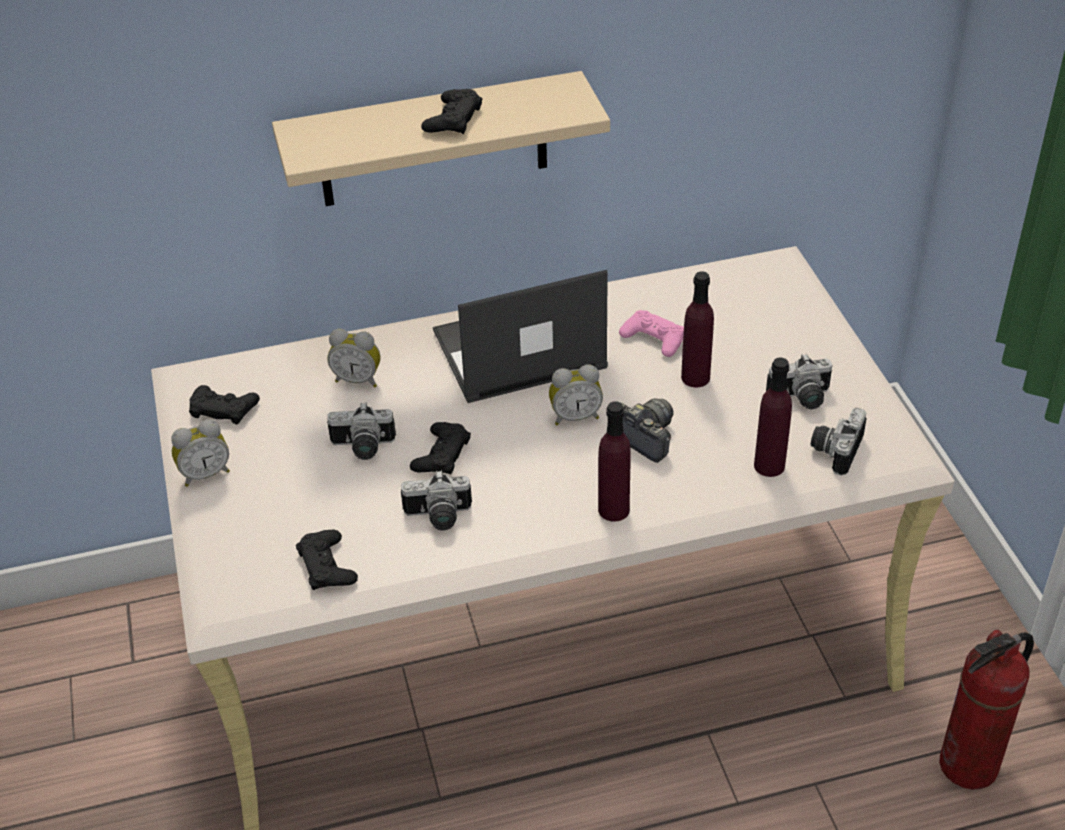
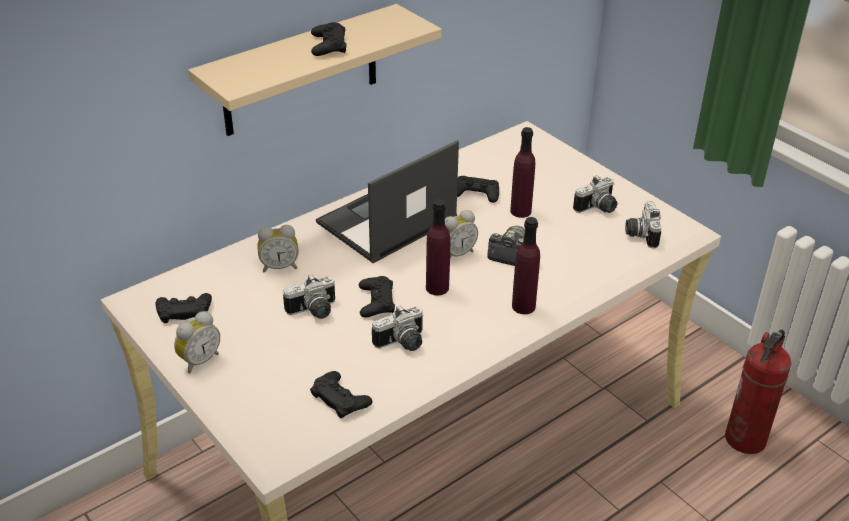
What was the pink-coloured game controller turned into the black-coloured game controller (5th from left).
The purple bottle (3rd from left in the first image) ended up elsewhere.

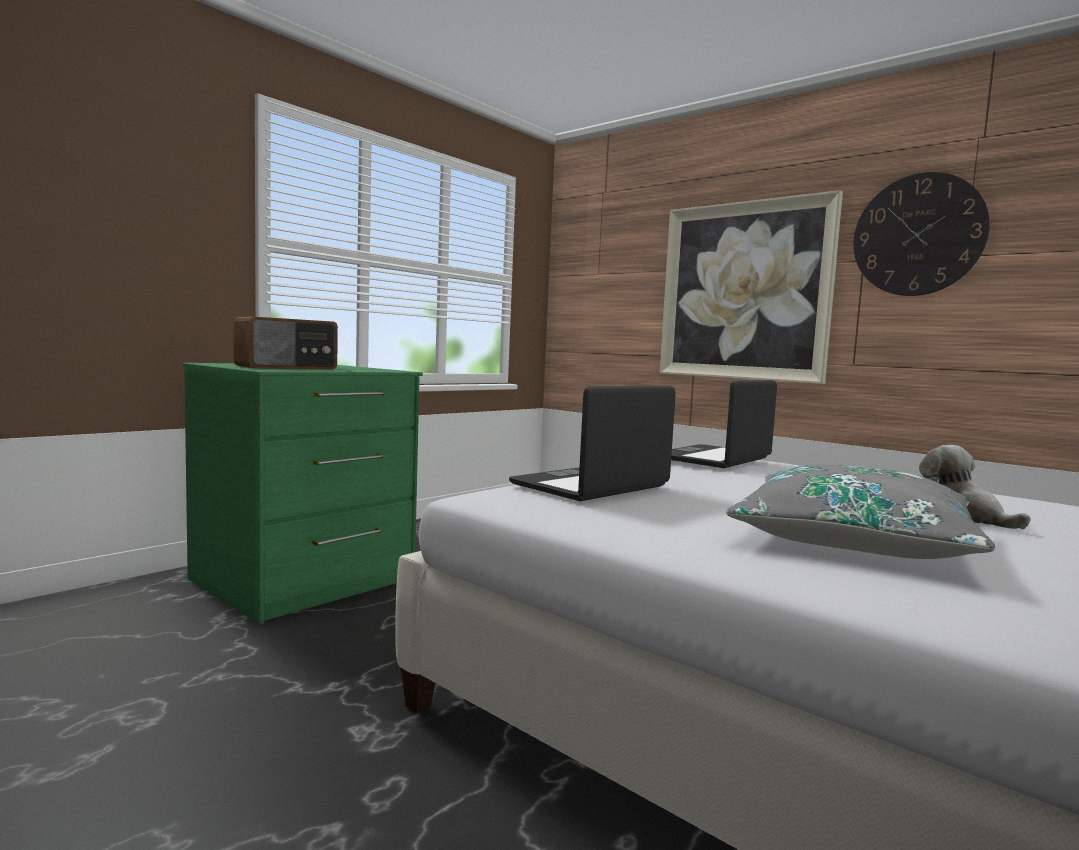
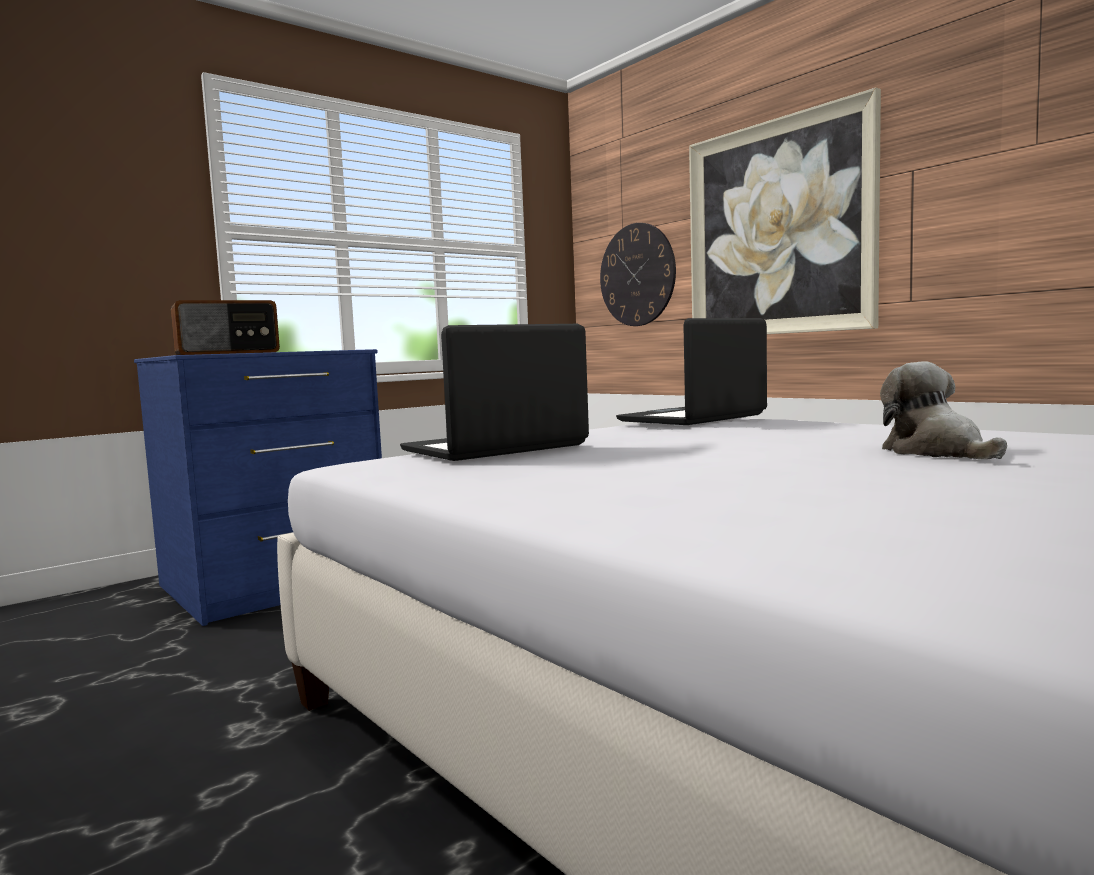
What was the greenish dresser turned into the blue dresser.
The second view lost the gray cushion.
The hanging clock ended up elsewhere.

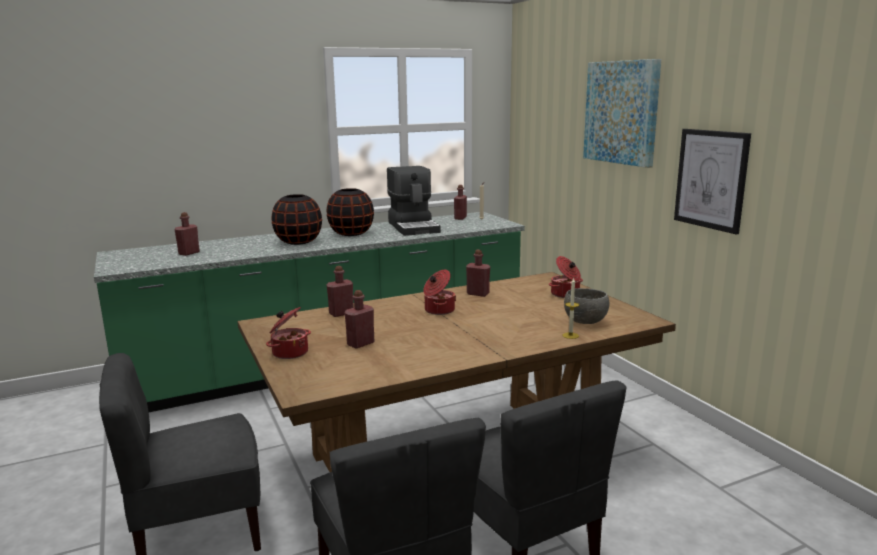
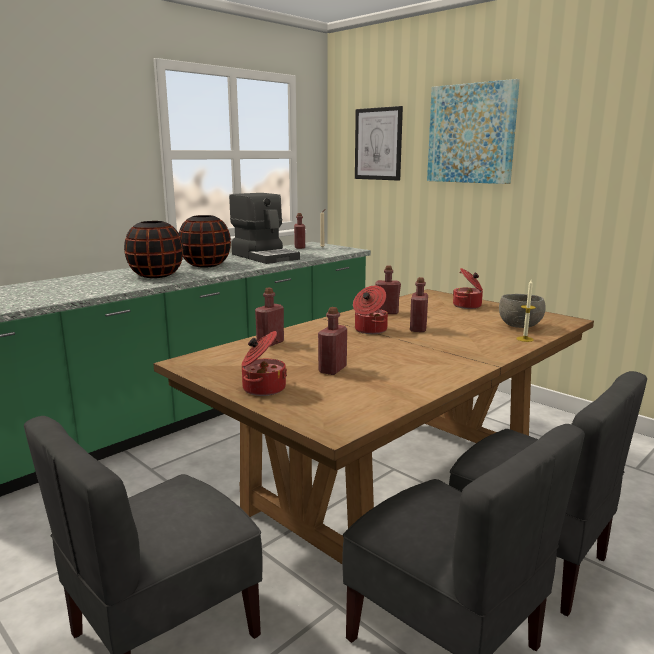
The red bottle (1st from left in the first image) ended up elsewhere.
The wall art (2nd from left in the first image) ended up elsewhere.

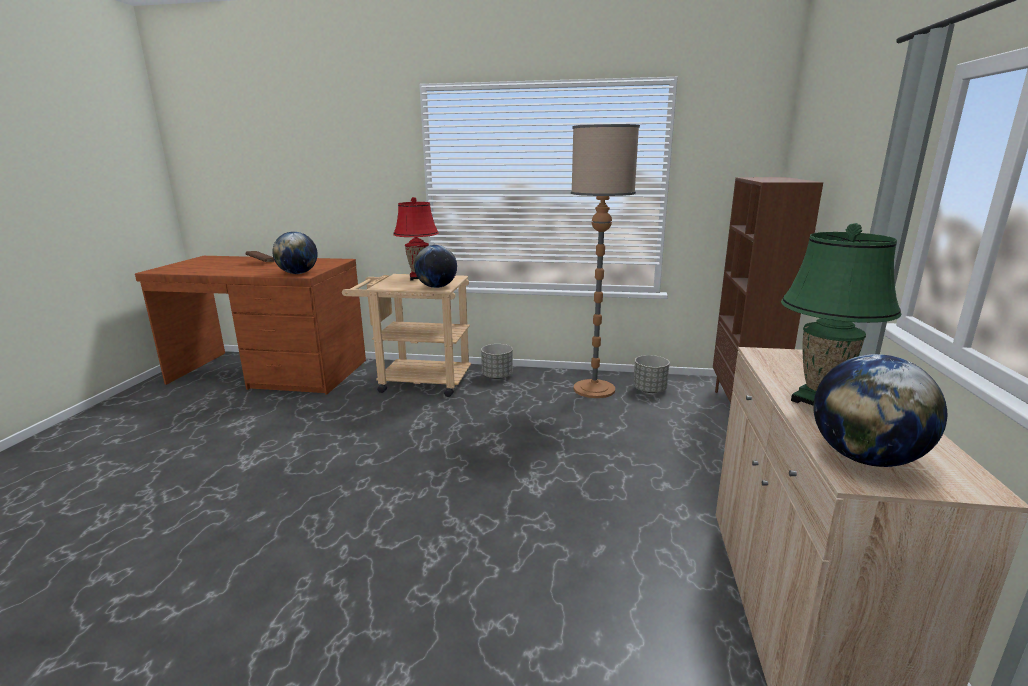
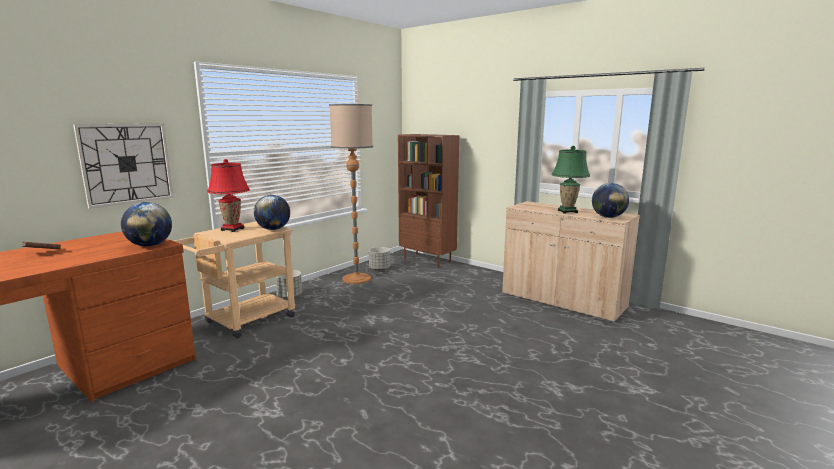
The second view gained the hanging clock.

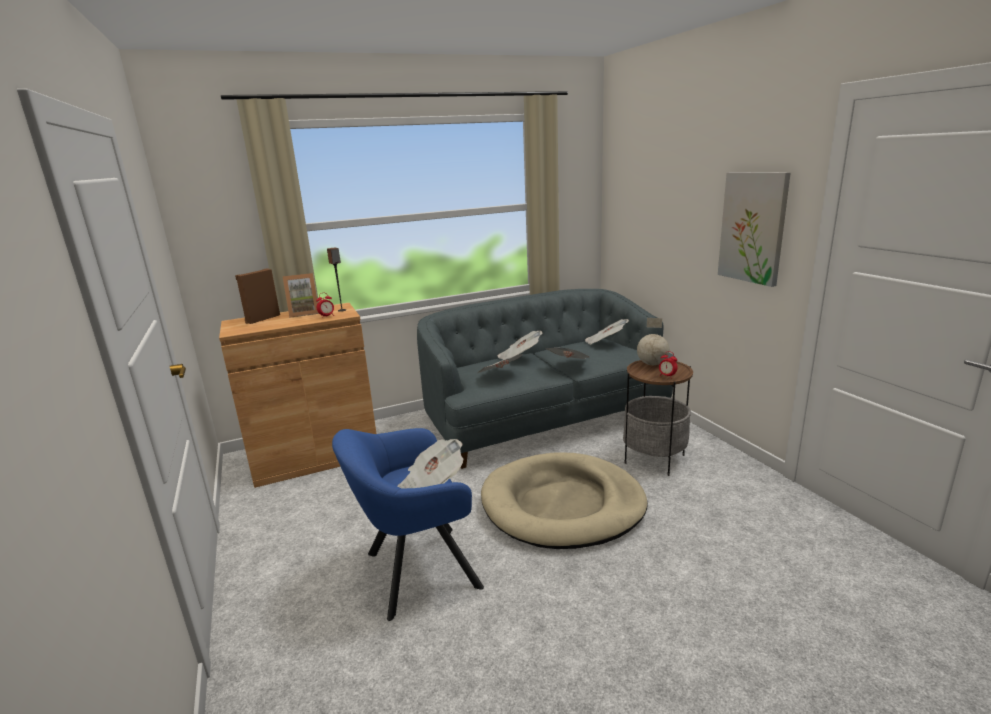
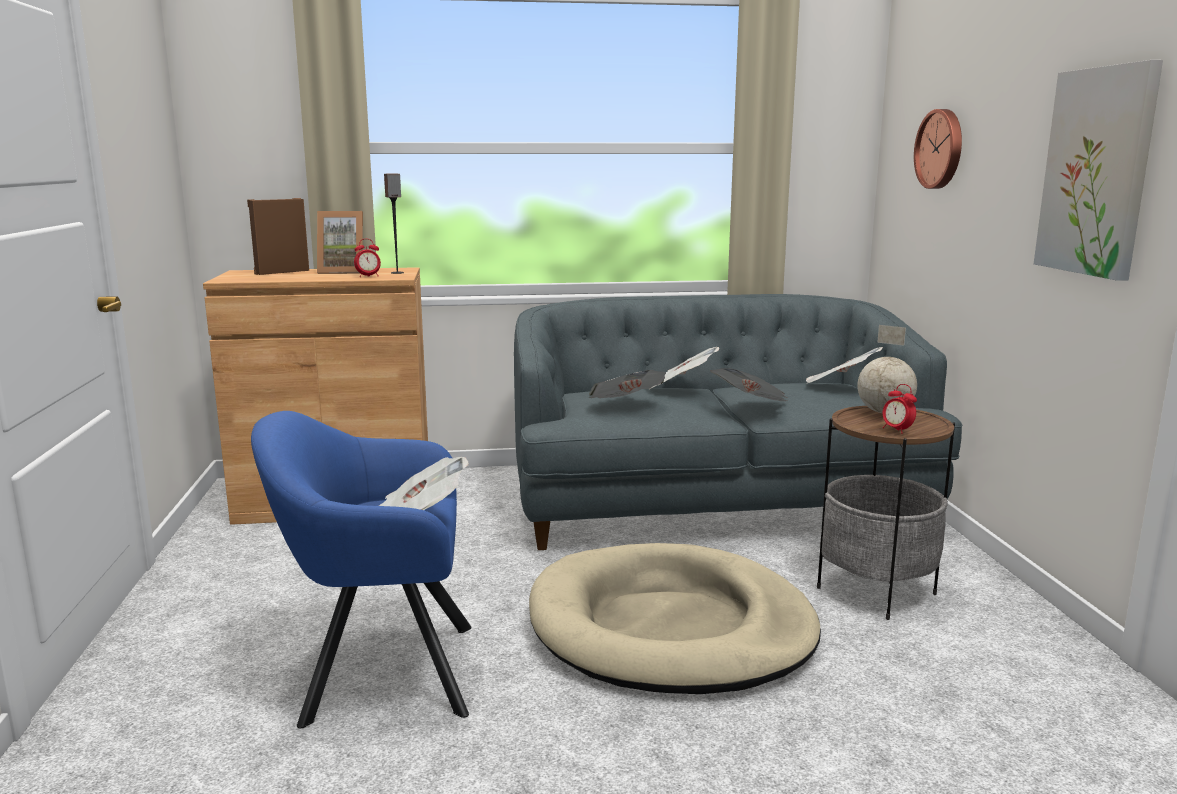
The second view gained the hanging clock.

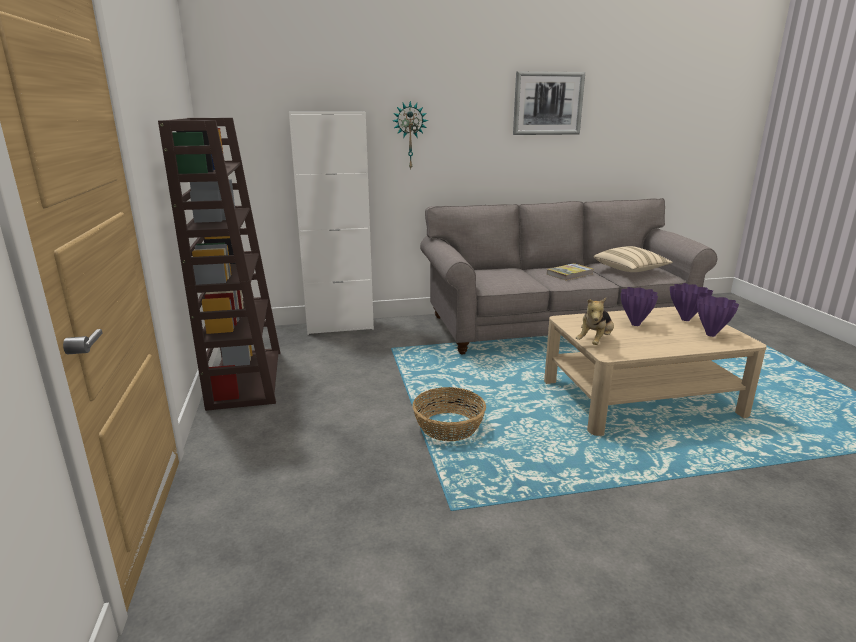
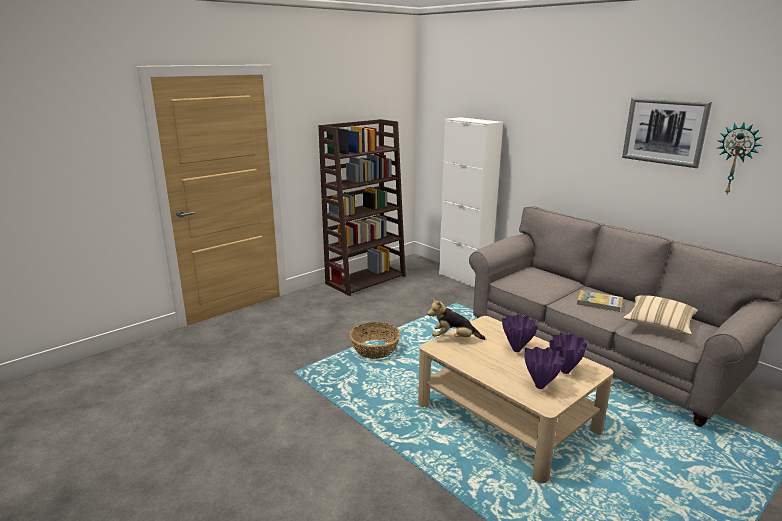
The hanging clock ended up elsewhere.

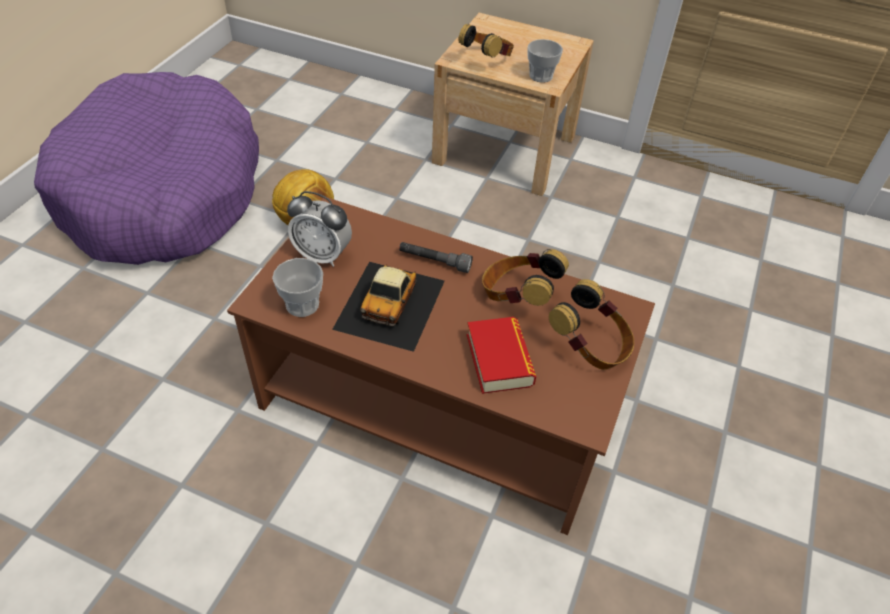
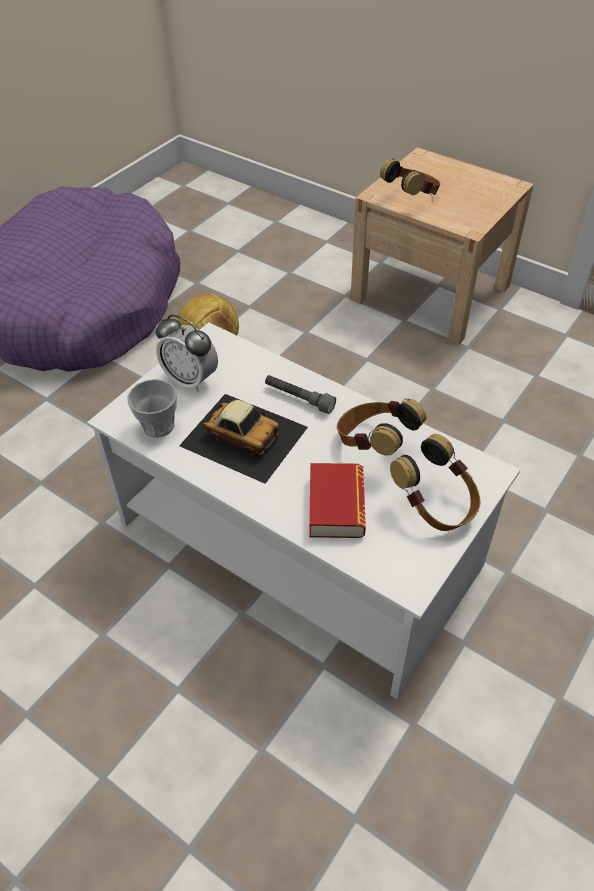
What was the brownish low table turned into the white-coloured low table.
The miniature car ended up facing another way, 90 degrees counterclockwise from before.
The second view lost the small cup (2nd from left).

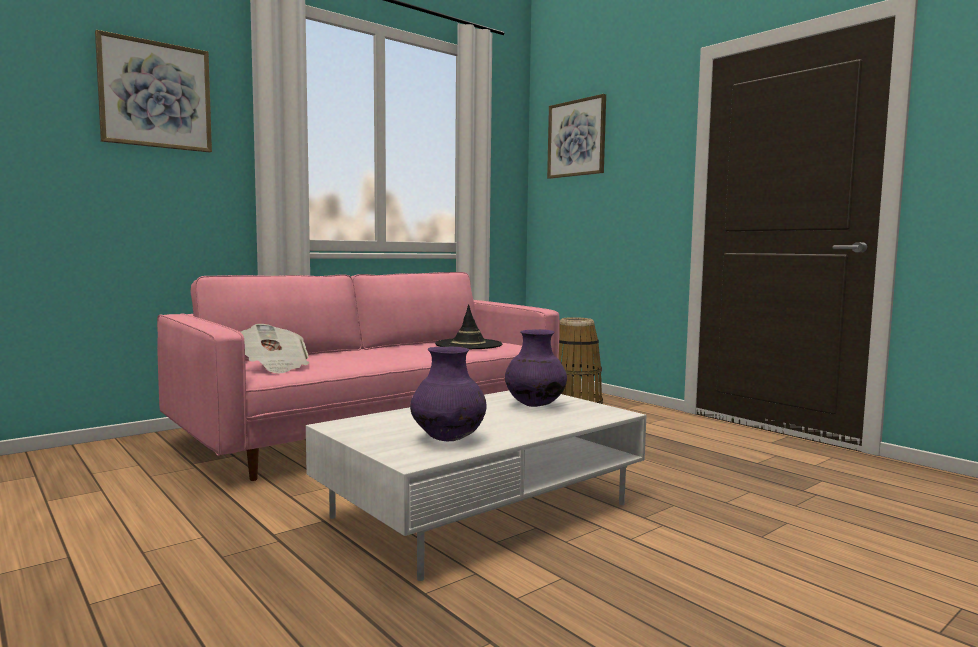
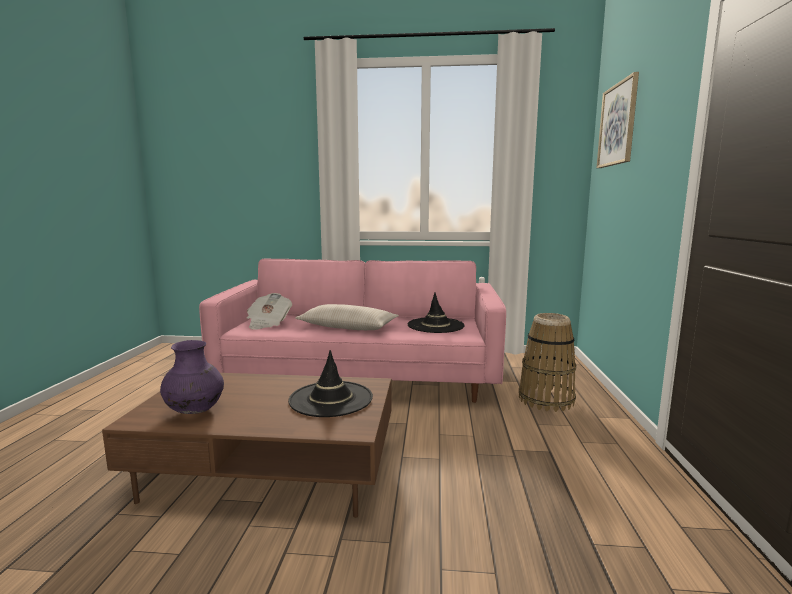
The second view lost the wall art (1st from left).
What was the white-coloured low table turned into the brownish low table.
Where the purple flower vase (2nd from left) stood, the black-coloured hat (1st from left) came to stand.
The second view gained the sand-coloured cushion.

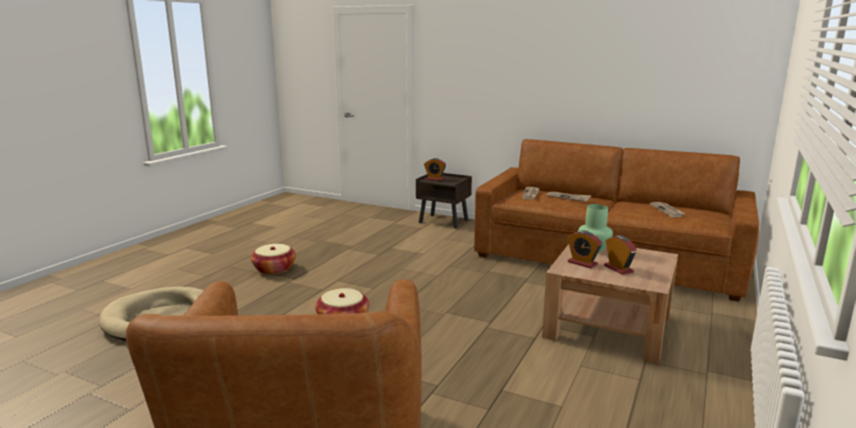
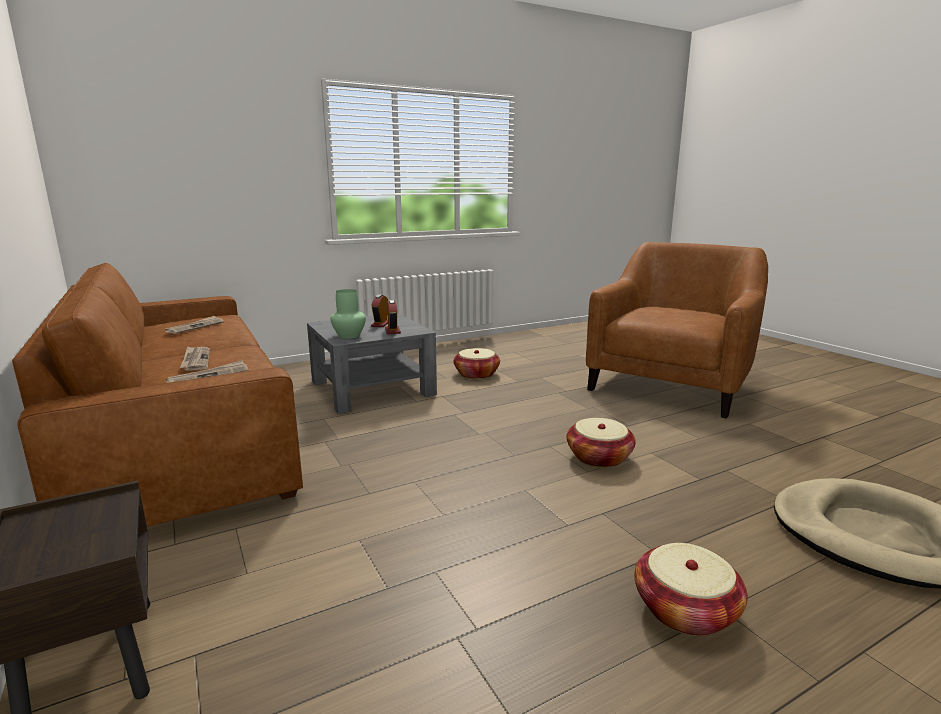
The second view lost the bedside clock (1st from left).
What was the brownish low table turned into the gray low table.
The second view gained the household basket (1st from left).

